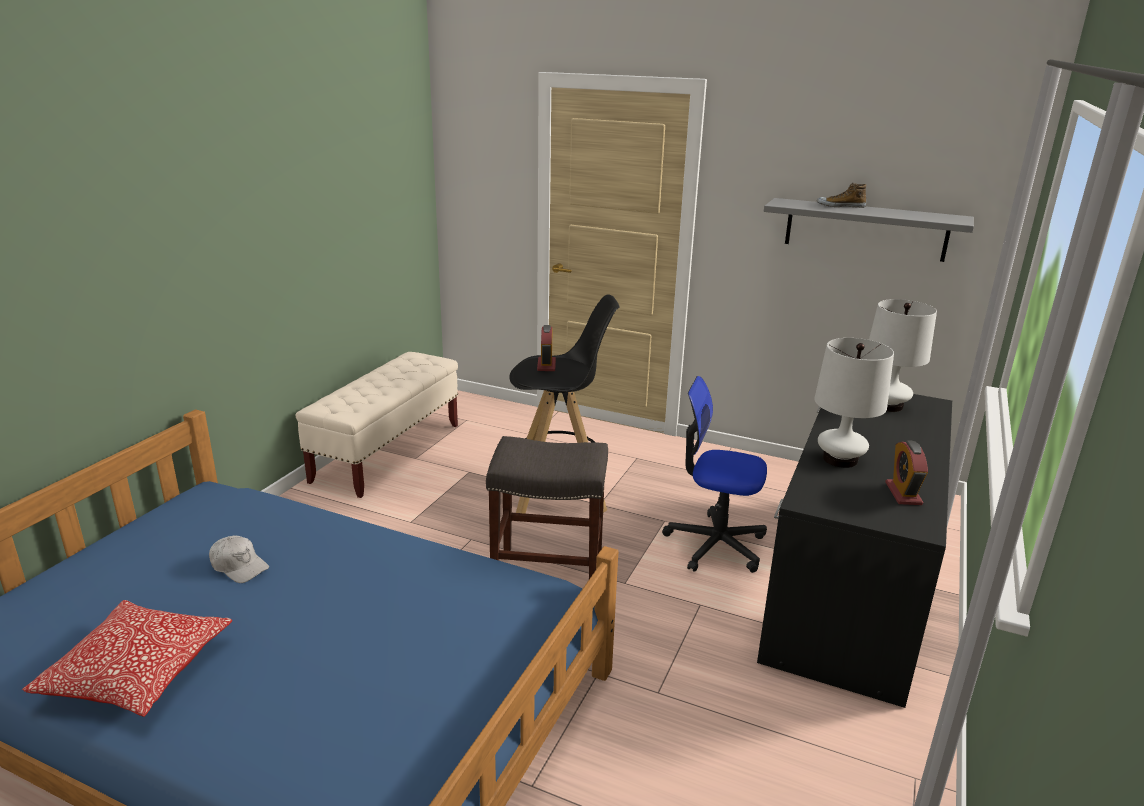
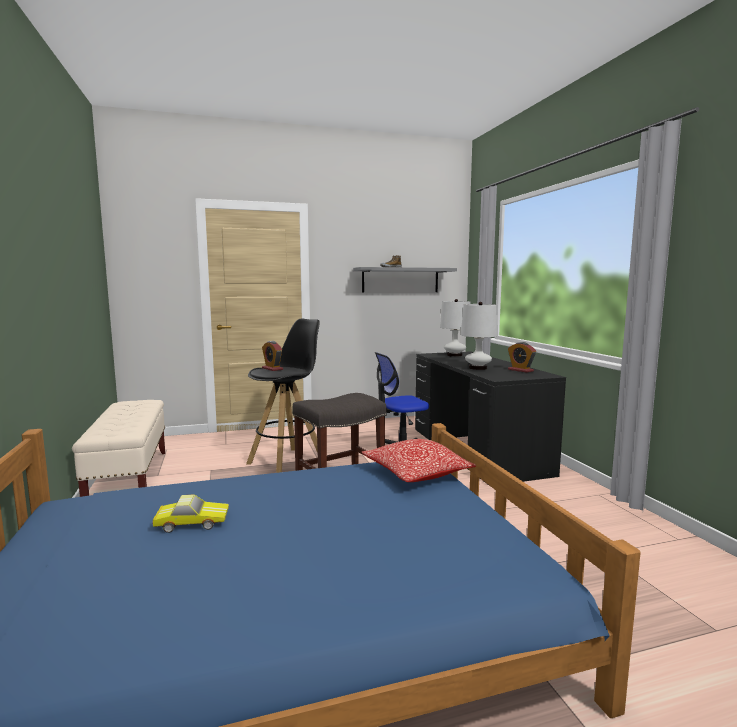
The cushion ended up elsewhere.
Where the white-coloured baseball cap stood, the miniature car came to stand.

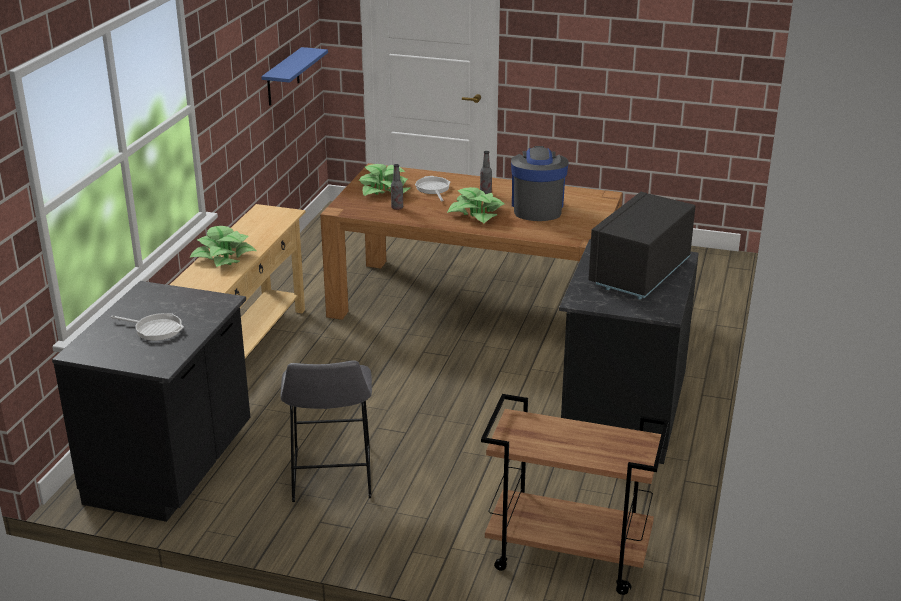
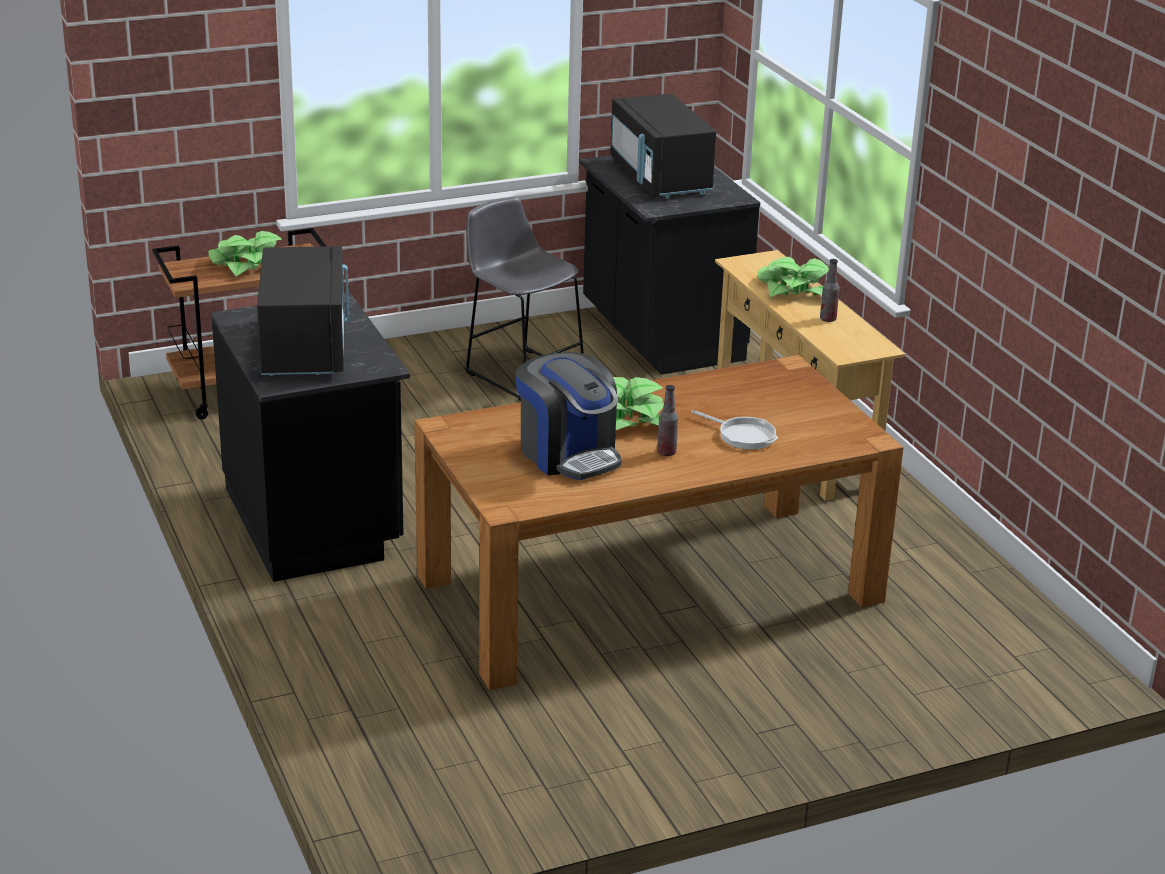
Where the pan (1st from left) stood, the black-coloured kitchen microwave (2nd from left) came to stand.
The second view lost the blue shelf.
The potted plant (2nd from left in the first image) ended up elsewhere.
The bottle (1st from left in the first image) ended up elsewhere.

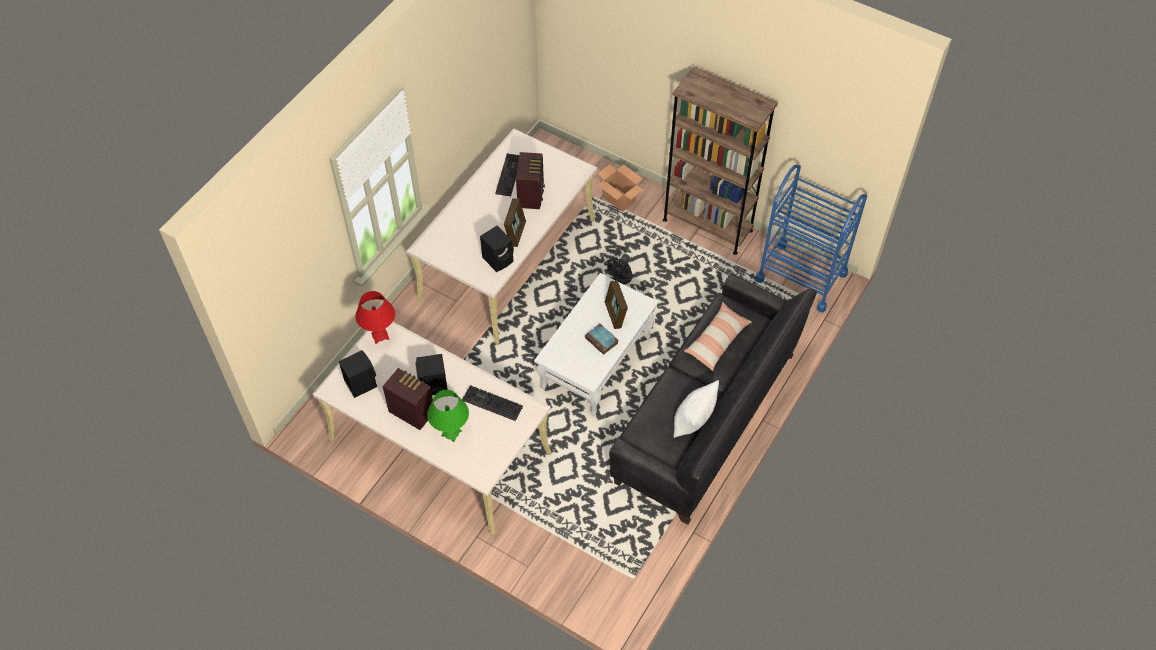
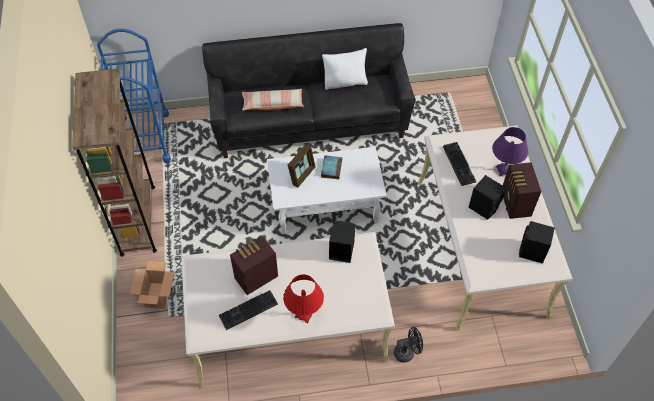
The red tabletop lamp ended up elsewhere.
What was the greenish tabletop lamp turned into the purple tabletop lamp.
The second view lost the picture frame (1st from left).
The black-coloured fan ended up elsewhere.

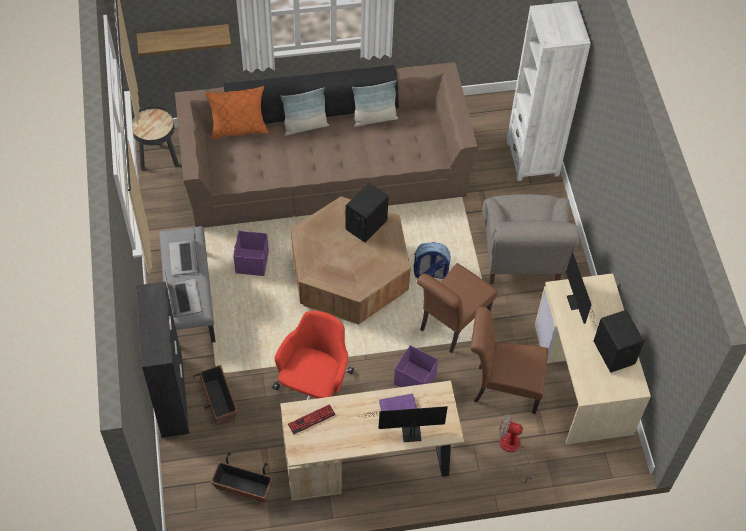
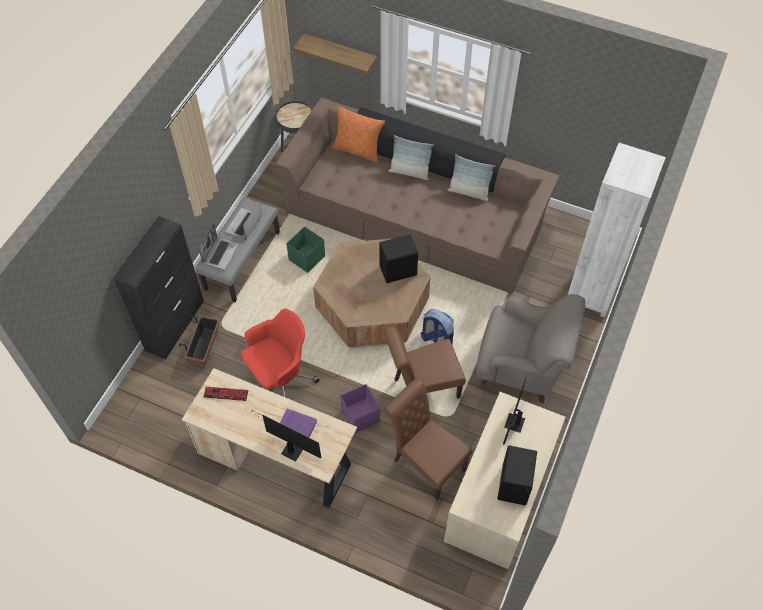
The second view lost the plant pot (2nd from left).
What was the purple storage box (1st from left) turned into the greenish storage box.
The gray lounge chair ended up facing another way, 105 degrees counterclockwise from before.
The second view lost the fan.

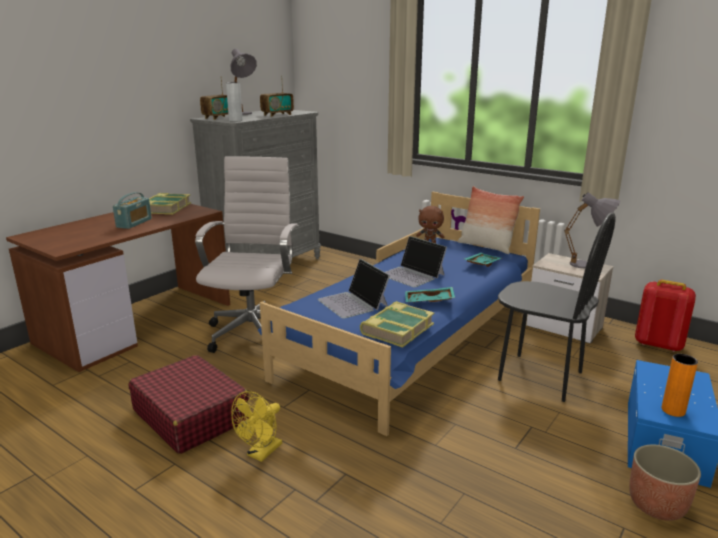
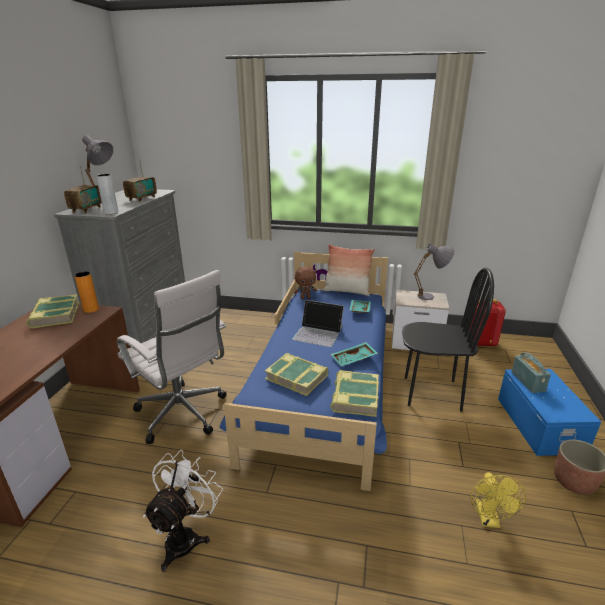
The radio set (1st from left in the first image) ended up elsewhere.
Where the red piece of luggage stood, the white-coloured fan came to stand.
The white-coloured office chair ended up facing another way, 150 degrees clockwise from before.
The yellow fan ended up elsewhere.
Where the notebook computer (1st from left) stood, the bound book (2nd from left) came to stand.
The orangey flower vase ended up elsewhere.

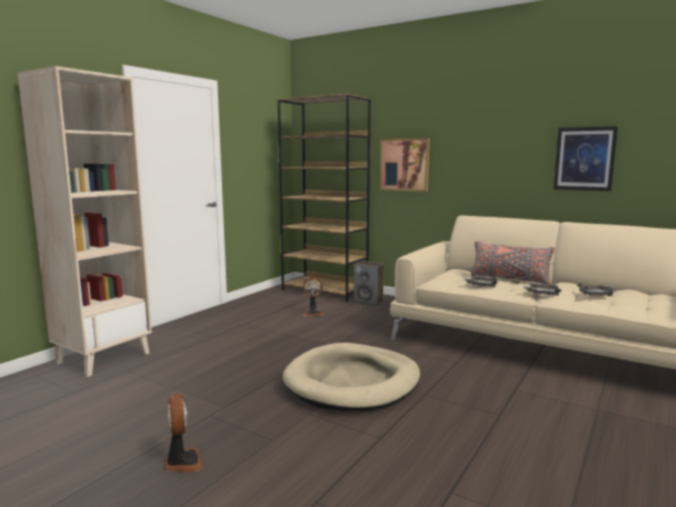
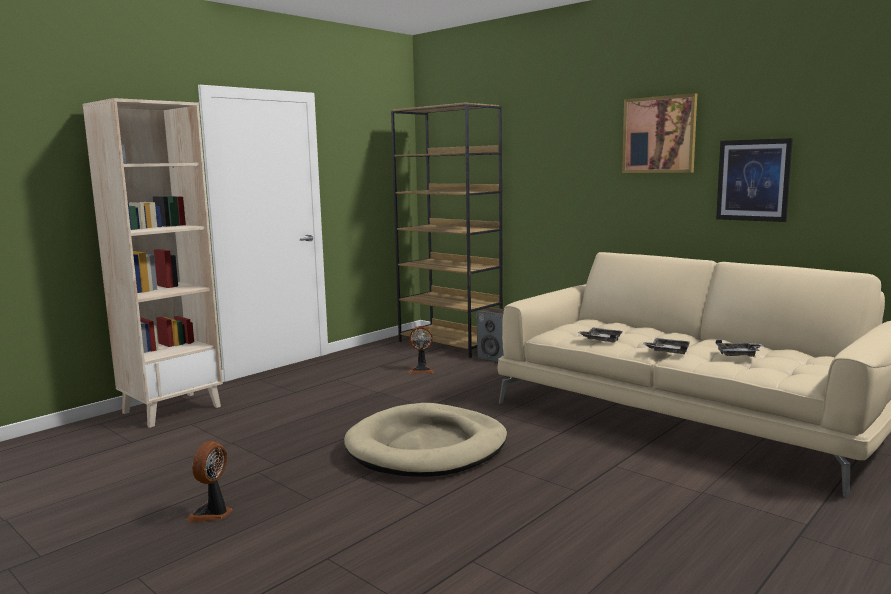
The fan (1st from left) ended up facing another way, 150 degrees counterclockwise from before.
The wall art (1st from left) ended up elsewhere.
The second view lost the gray cushion.

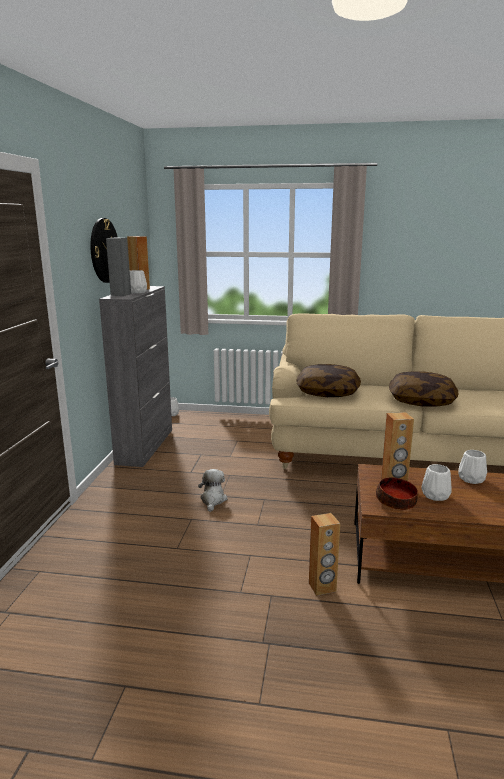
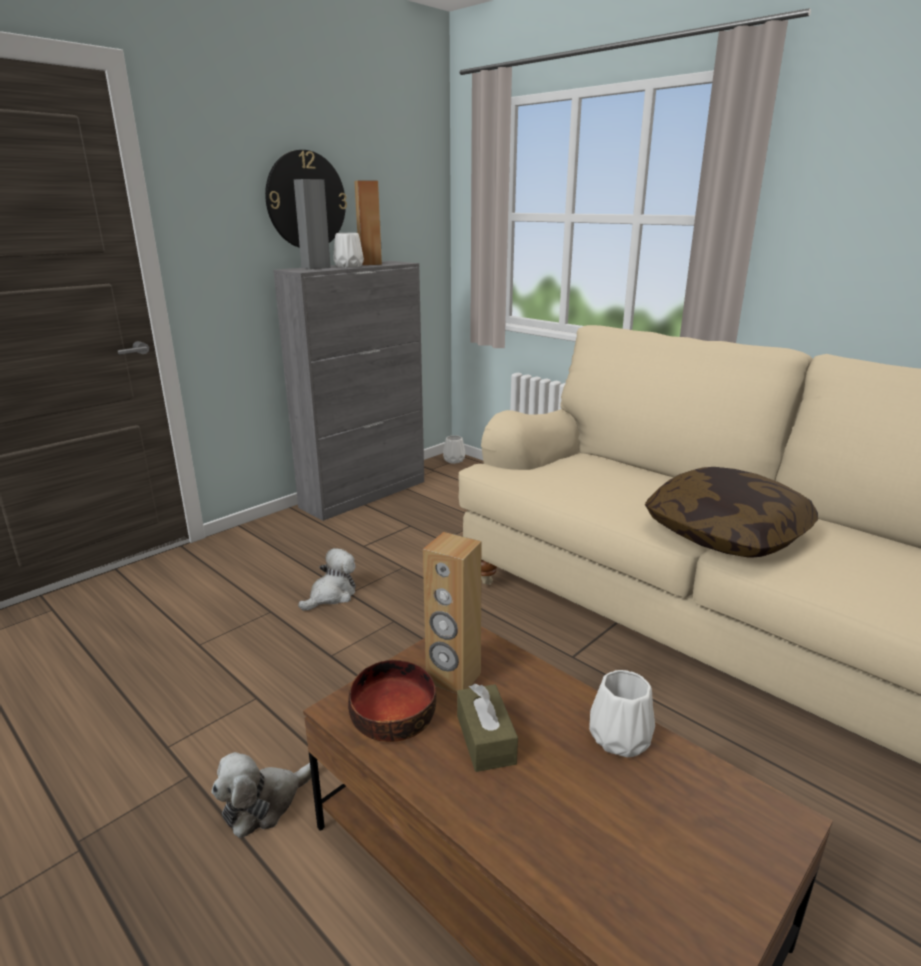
The second view lost the cushion (1st from left).
Where the brownish audio speaker (2nd from left) stood, the soft toy (1st from left) came to stand.
Where the white-coloured flower vase (3rd from left) stood, the brownish box of tissues came to stand.

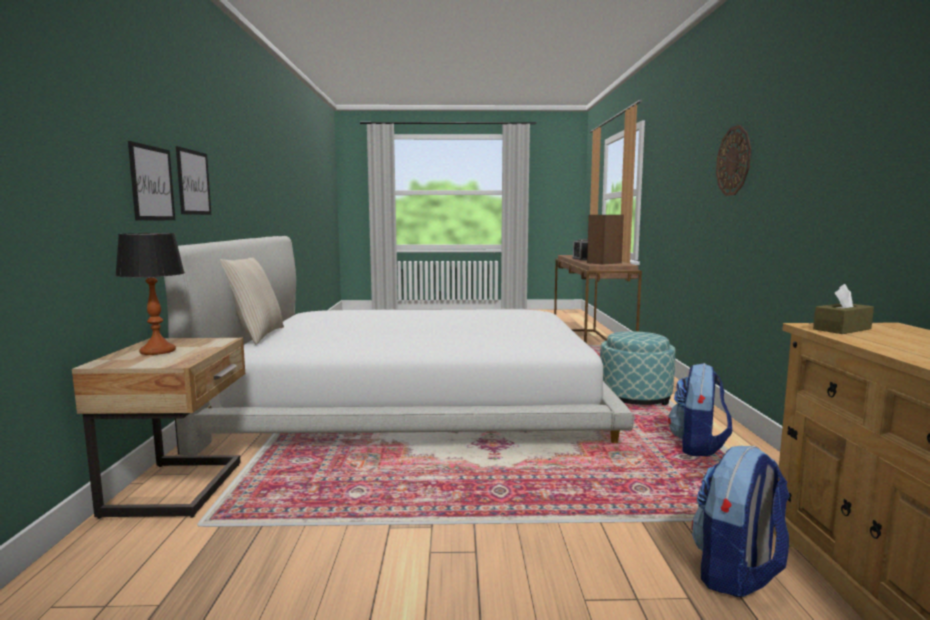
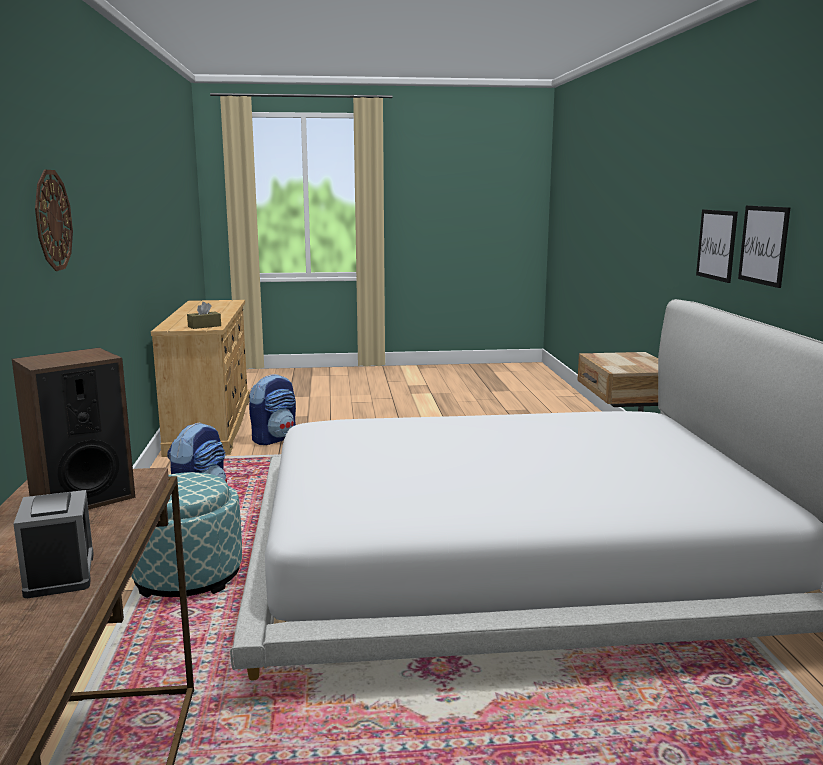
The second view lost the tabletop lamp.
The second view lost the sand-coloured cushion.

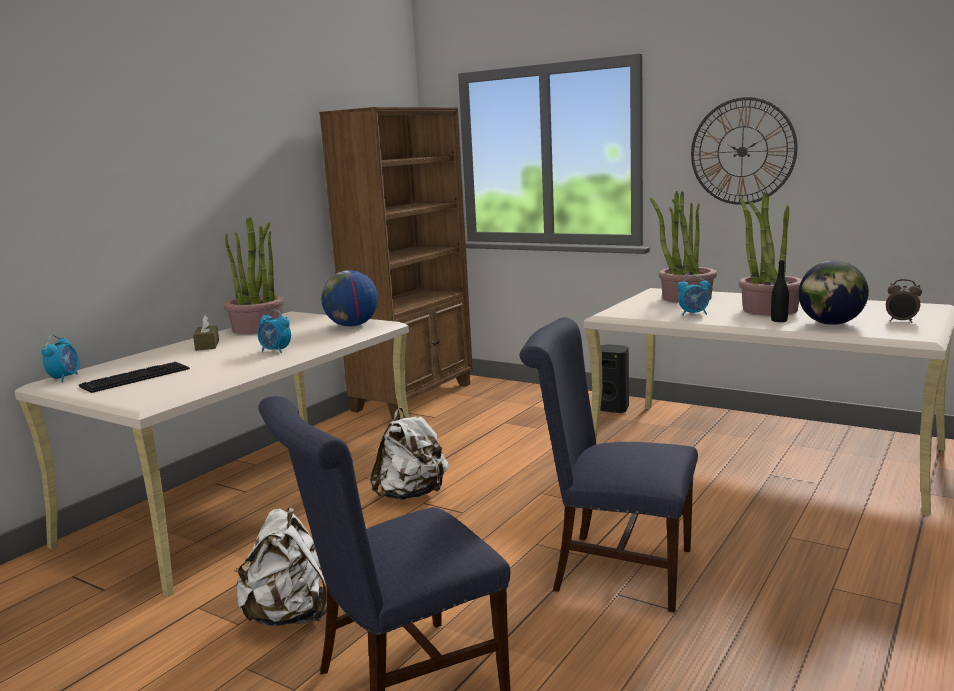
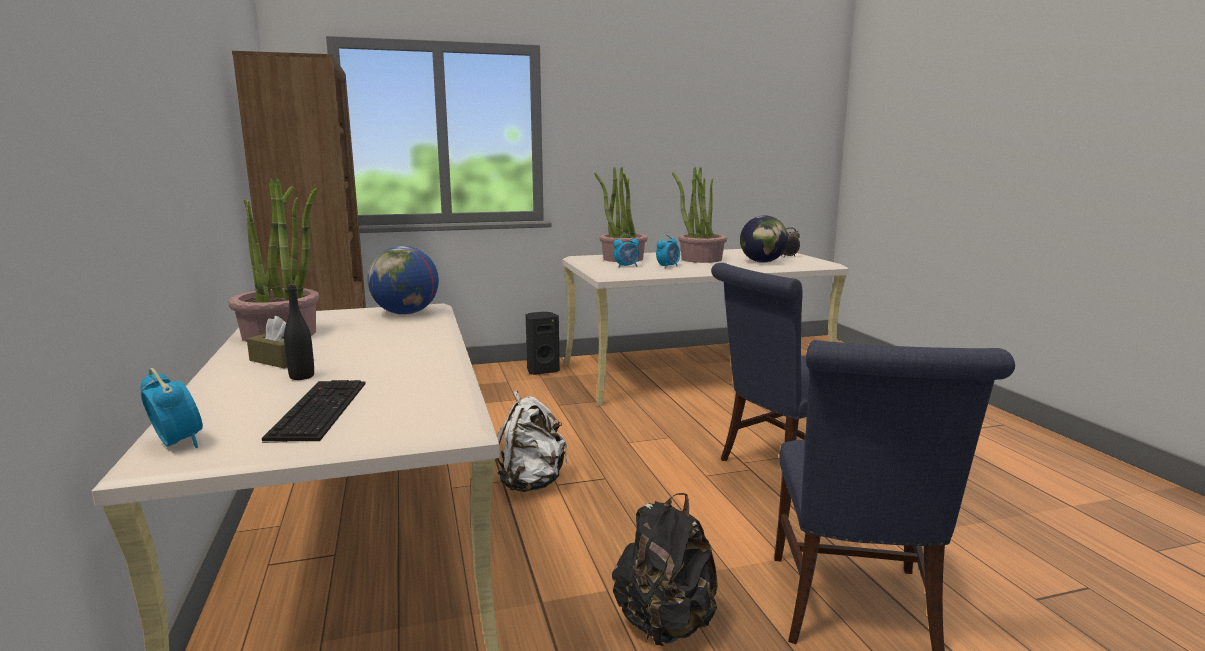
What was the white-coloured backpack (1st from left) turned into the black-coloured backpack.
The bedside clock (2nd from left) ended up elsewhere.
The second view lost the hanging clock.
The black-coloured bottle ended up elsewhere.

